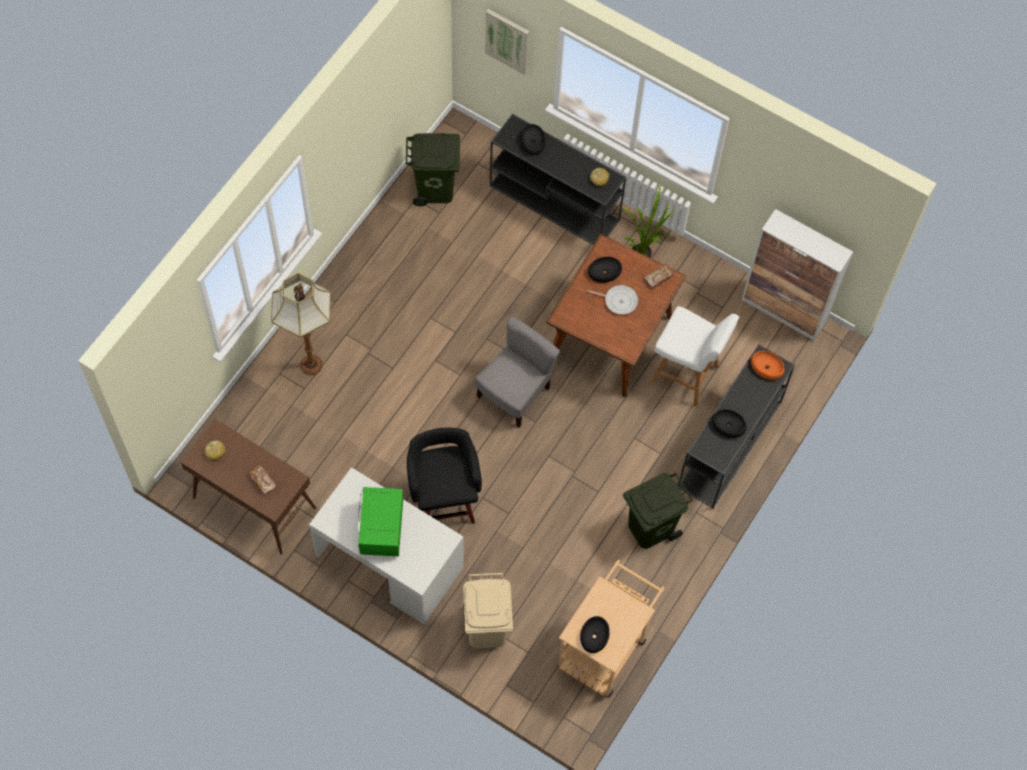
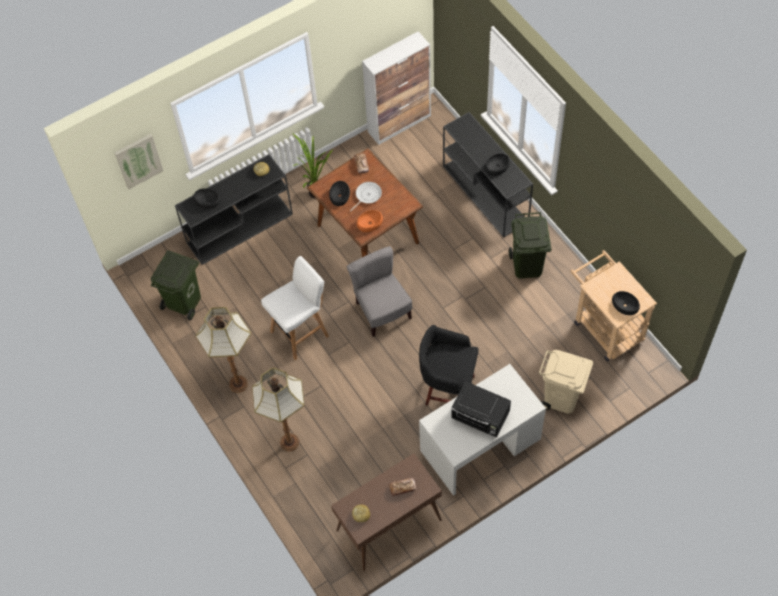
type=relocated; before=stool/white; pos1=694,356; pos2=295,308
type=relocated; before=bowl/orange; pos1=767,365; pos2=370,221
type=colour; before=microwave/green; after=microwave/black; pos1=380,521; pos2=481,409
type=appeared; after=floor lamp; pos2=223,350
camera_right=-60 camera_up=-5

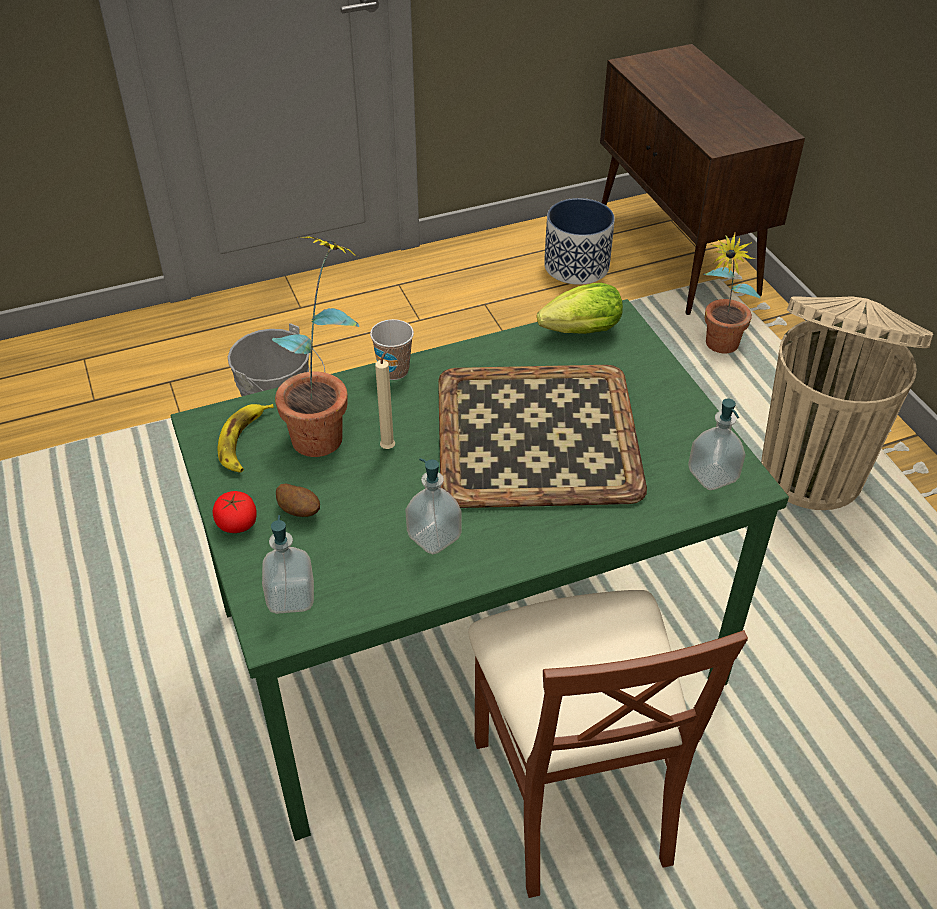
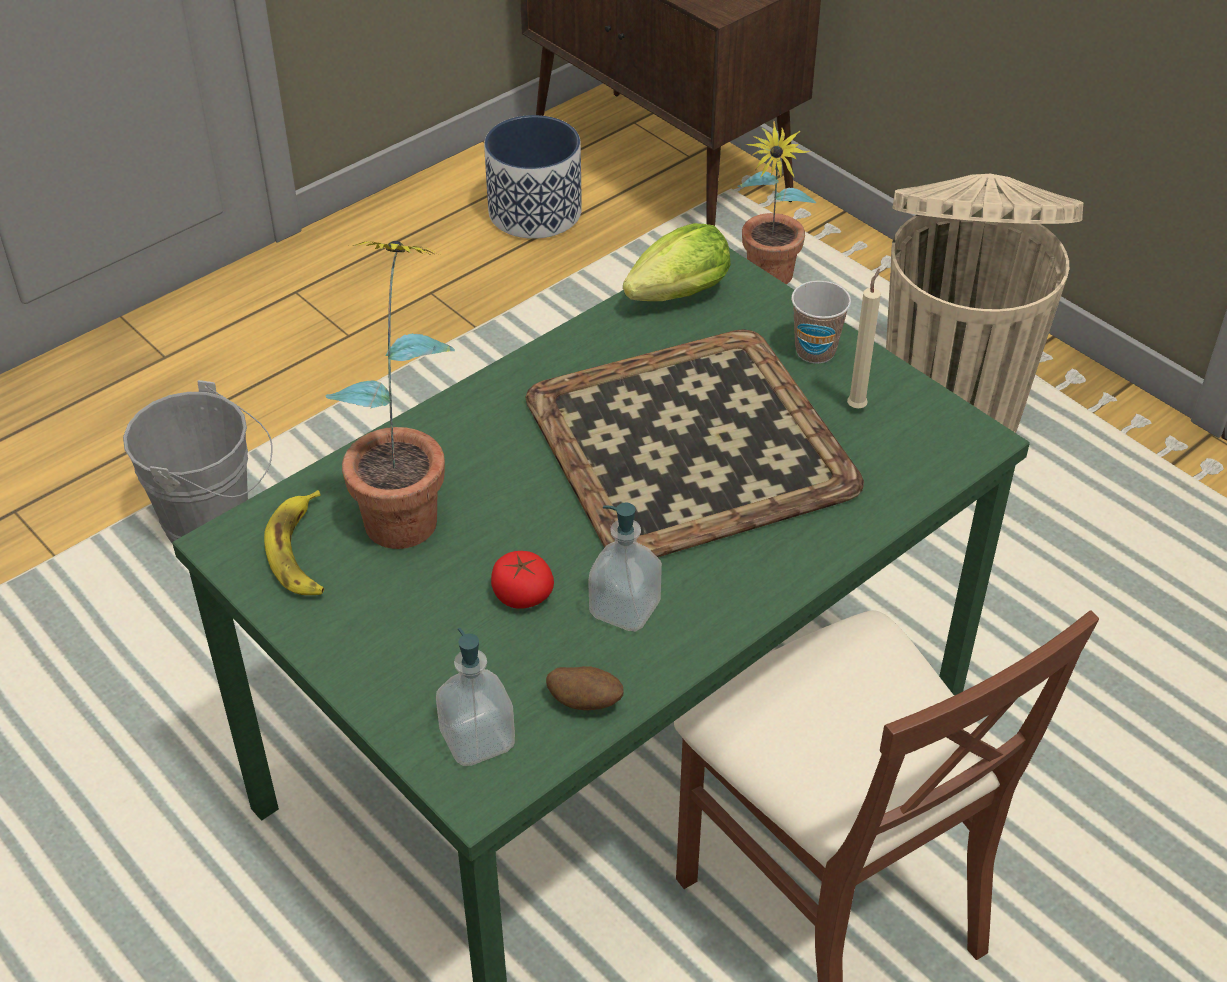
type=relocated; before=cup; pos1=392,349; pos2=821,322
type=relocated; before=candle/beige; pos1=385,398; pos2=864,338
type=missing; before=soap dispenser; pos1=716,444
type=relocated; before=potato; pos1=298,500; pos2=585,688
type=relocated; before=tomato; pos1=235,512; pos2=522,580
camera_right=-20 camera_up=0

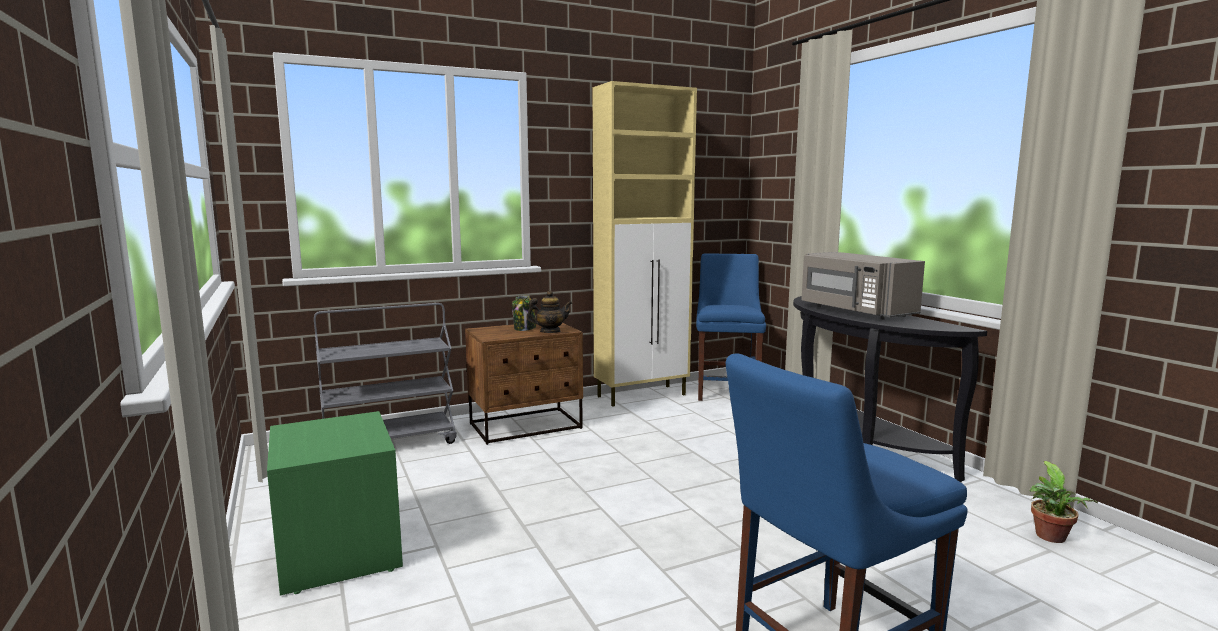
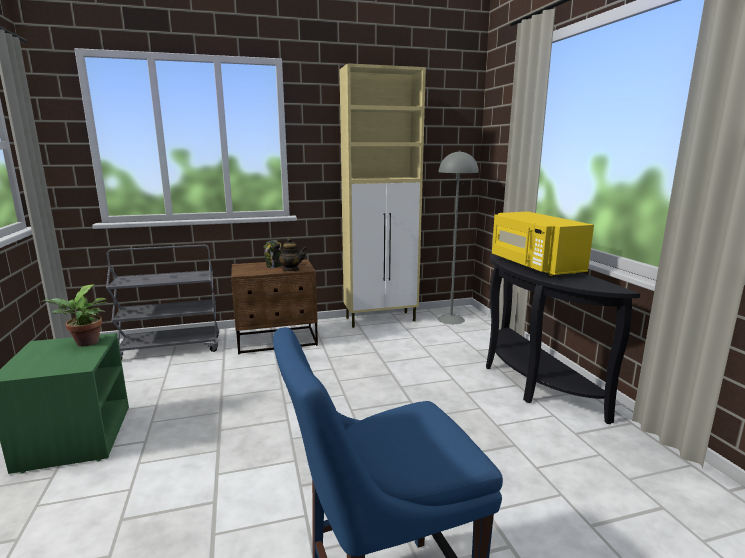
type=colour; before=microwave/grey; after=microwave/yellow; pos1=863,286; pos2=543,244
type=exchanged; before=chair/blue; after=floor lamp/grey; pos1=731,327; pos2=458,237
type=relocated; before=potted plant; pos1=1064,502; pos2=74,315
camera_right=10 camera_up=5

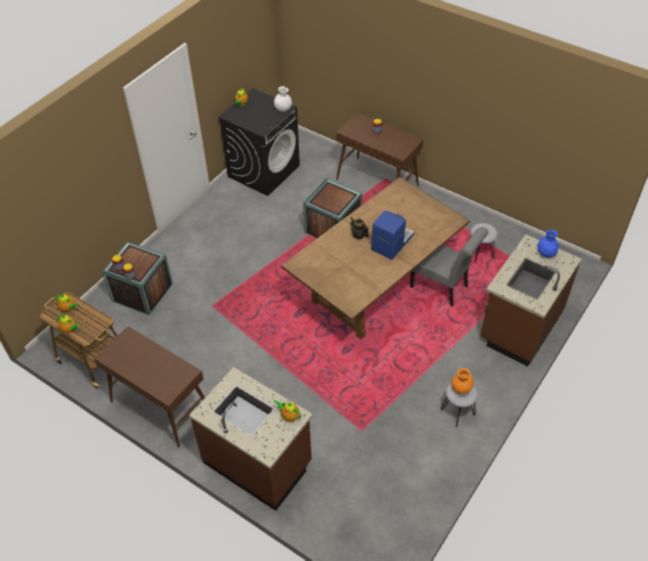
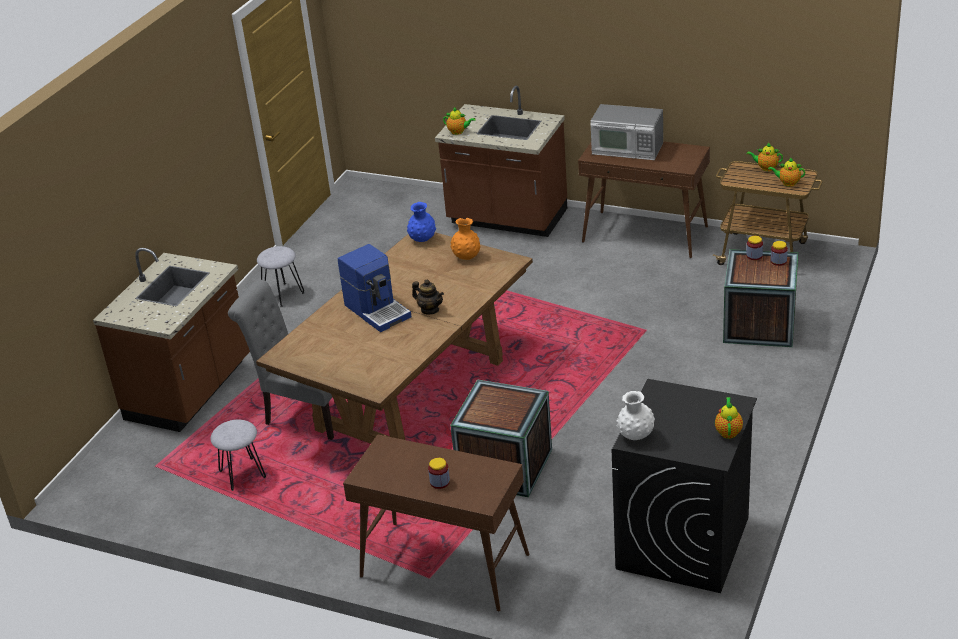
type=spun; before=coffee machine; pos1=392,235; pos2=375,288; turn=-60
type=relocated; before=vase/blue; pos1=548,243; pos2=421,222
type=relocated; before=vase/orange; pos1=462,381; pos2=465,239
type=appeared; after=microwave; pos2=626,132
camera_right=170 camera_up=-15

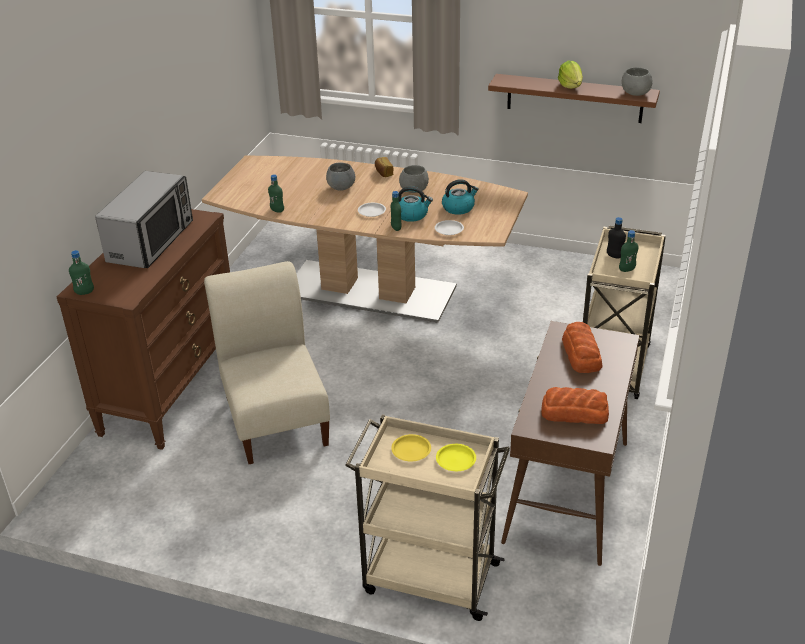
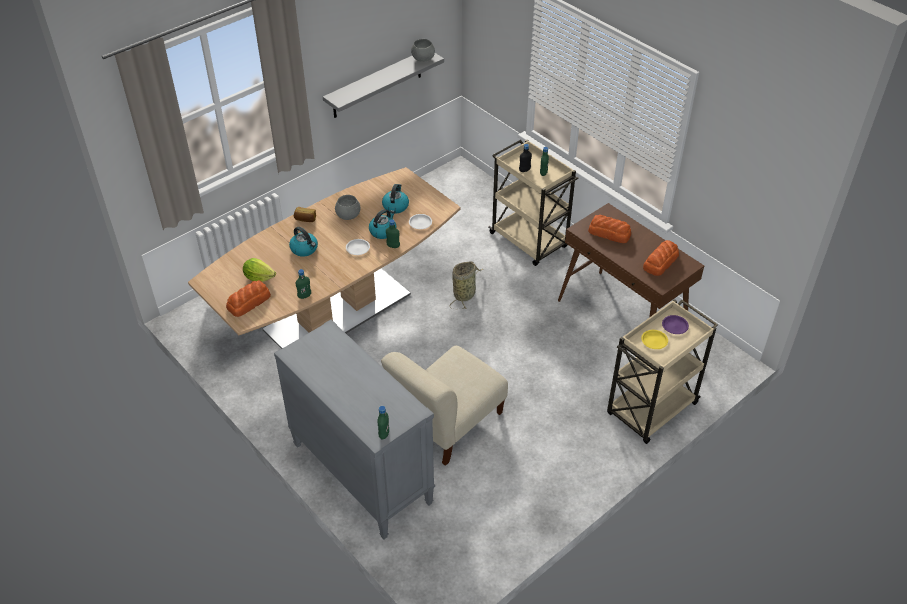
type=relocated; before=lettuce; pos1=570,75; pos2=259,270
type=colour; before=shelf/brown; after=shelf/grey; pos1=574,98; pos2=383,85
type=exchanged; before=bowl/grey; after=kettle; pos1=340,177; pos2=303,242
type=missing; before=microwave; pos1=144,219
type=colour; before=dresser/brown; after=dresser/grey; pos1=143,329; pos2=354,429
type=spun; before=chair/beige; pos1=267,362; pos2=444,405; turn=-60
type=colour; before=plate/yellow; after=plate/purple; pos1=456,457; pos2=675,324
type=appeared; after=basket; pos2=466,285
type=appeared; after=bread; pos2=248,298
camera_right=-60 camera_up=10

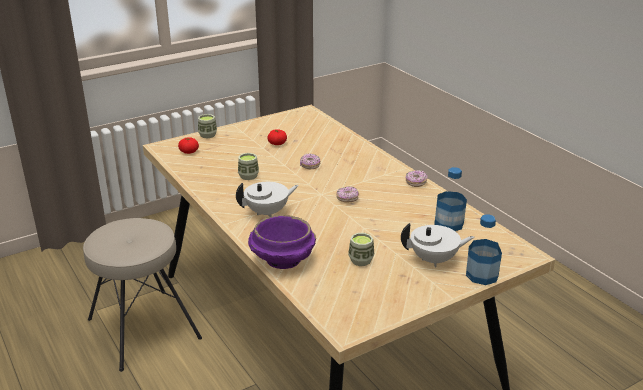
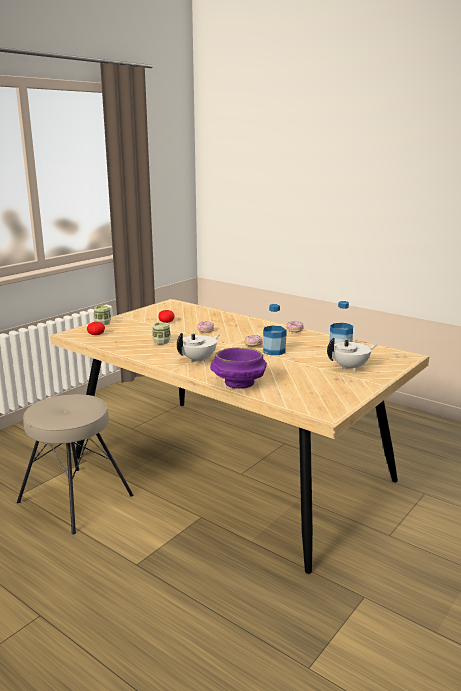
type=relocated; before=bottle; pos1=484,249; pos2=275,329
type=missing; before=cup; pos1=361,249
camera_right=-20 camera_up=-10

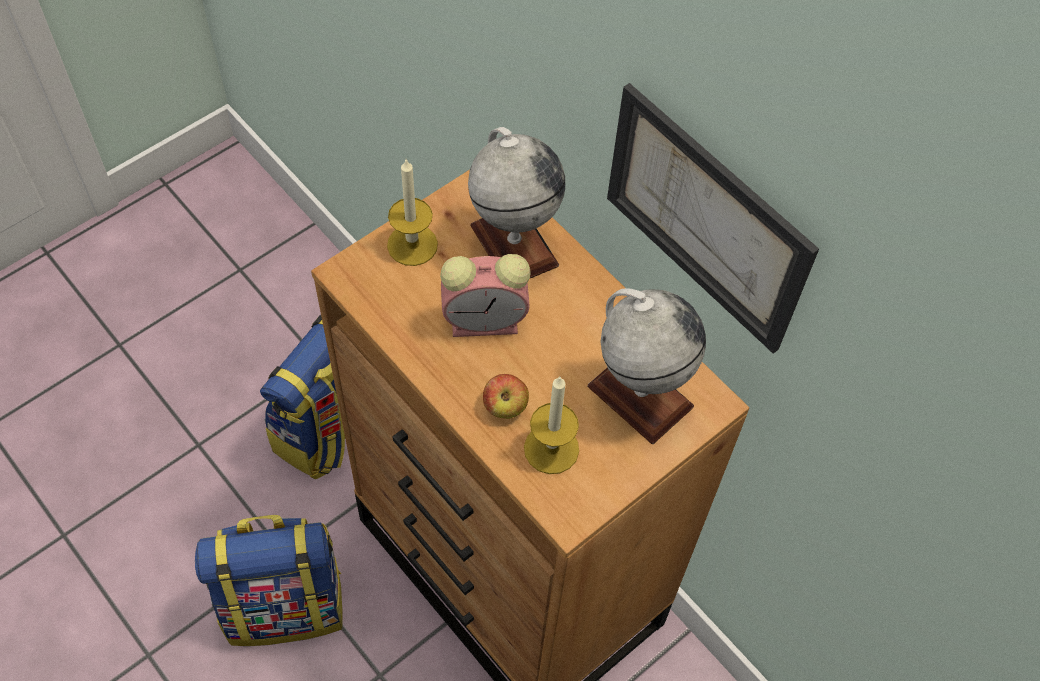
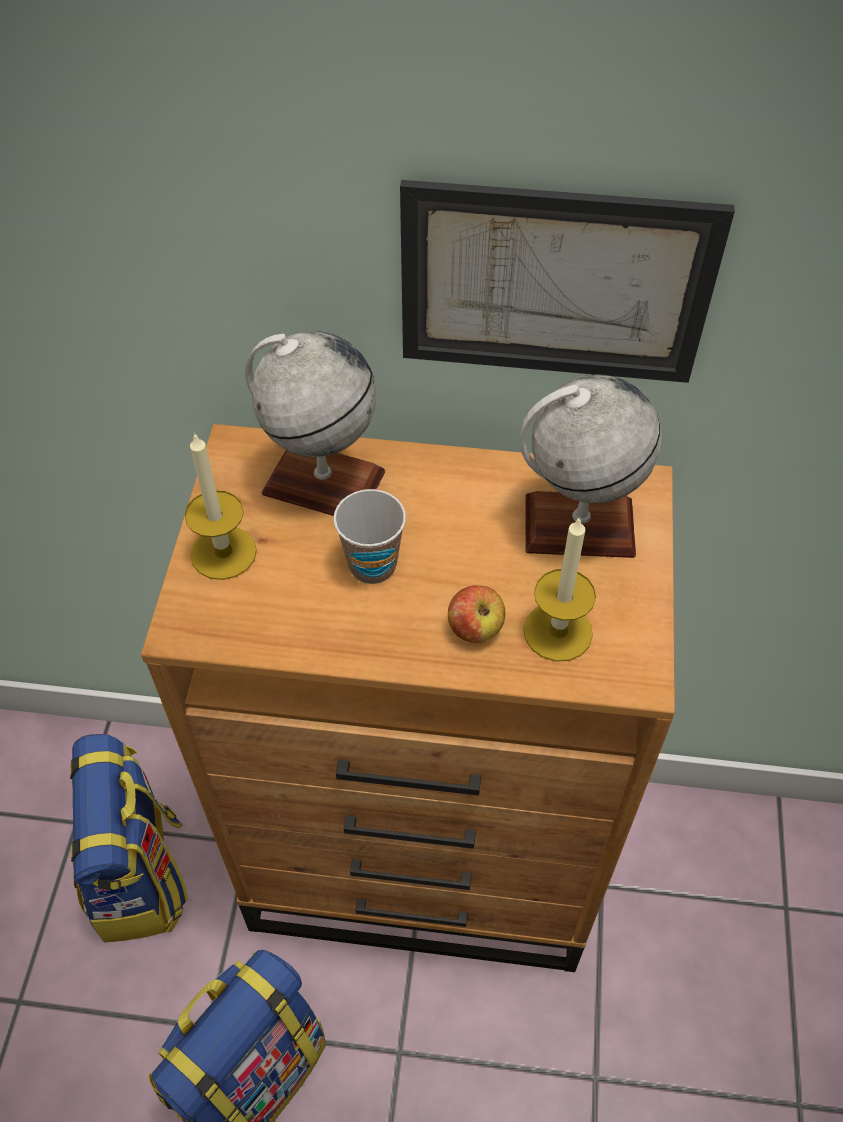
type=exchanged; before=alarm clock; after=cup; pos1=485,295; pos2=369,536
camera_right=-40 camera_up=-5

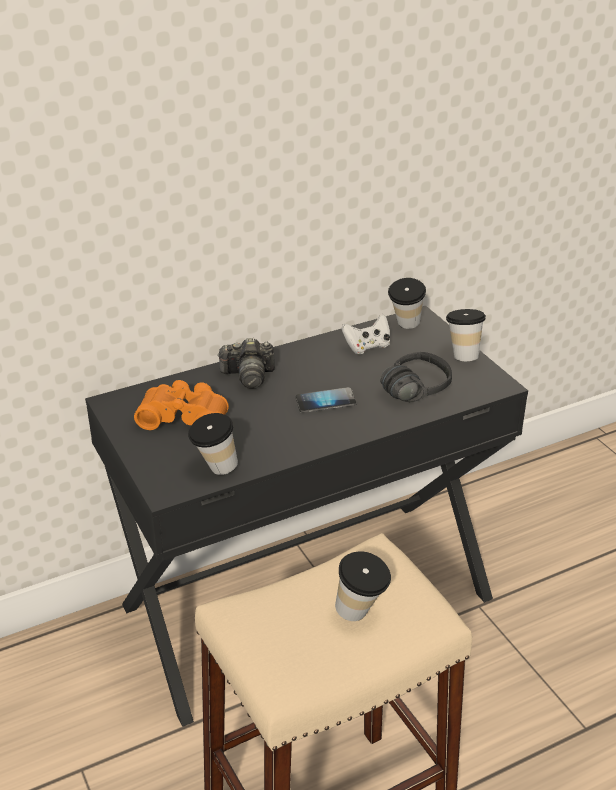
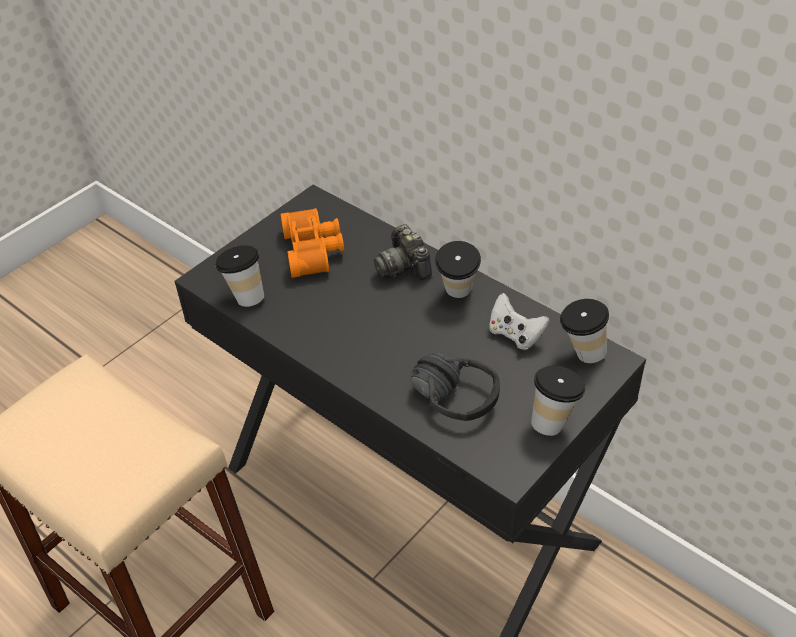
type=missing; before=phone; pos1=326,400
type=relocated; before=cup; pos1=363,586; pos2=458,269
camera_right=70 camera_up=10

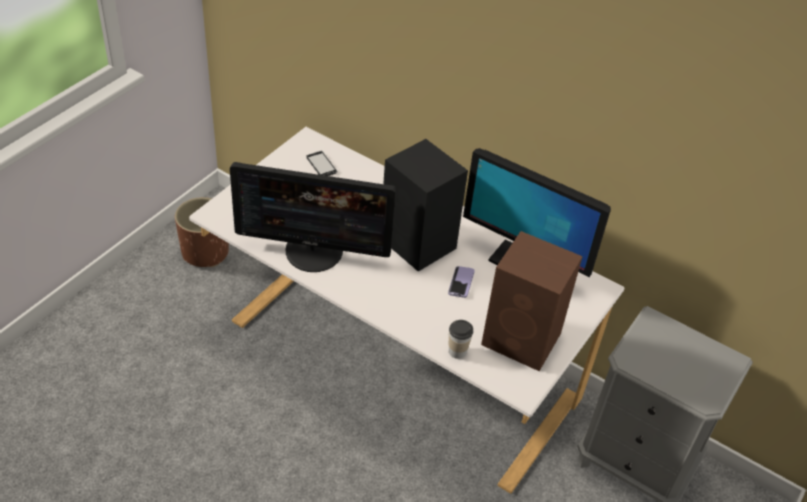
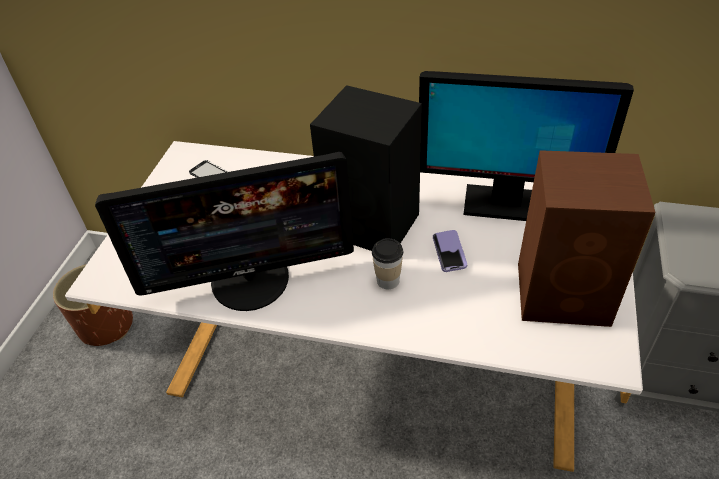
type=relocated; before=cup; pos1=461,339; pos2=387,263
camera_right=-15 camera_up=0

